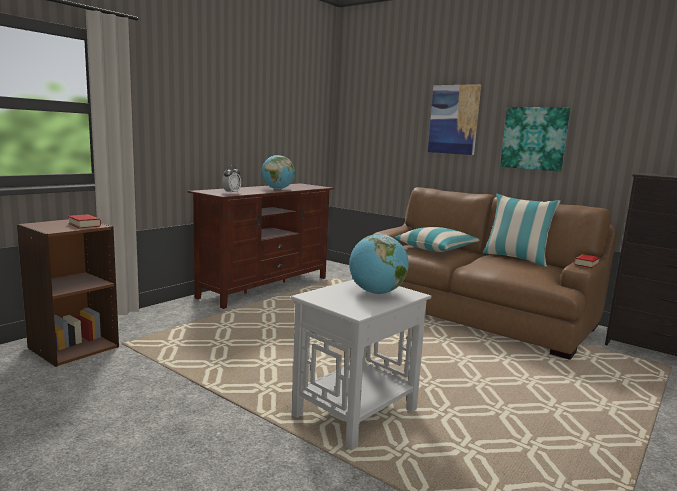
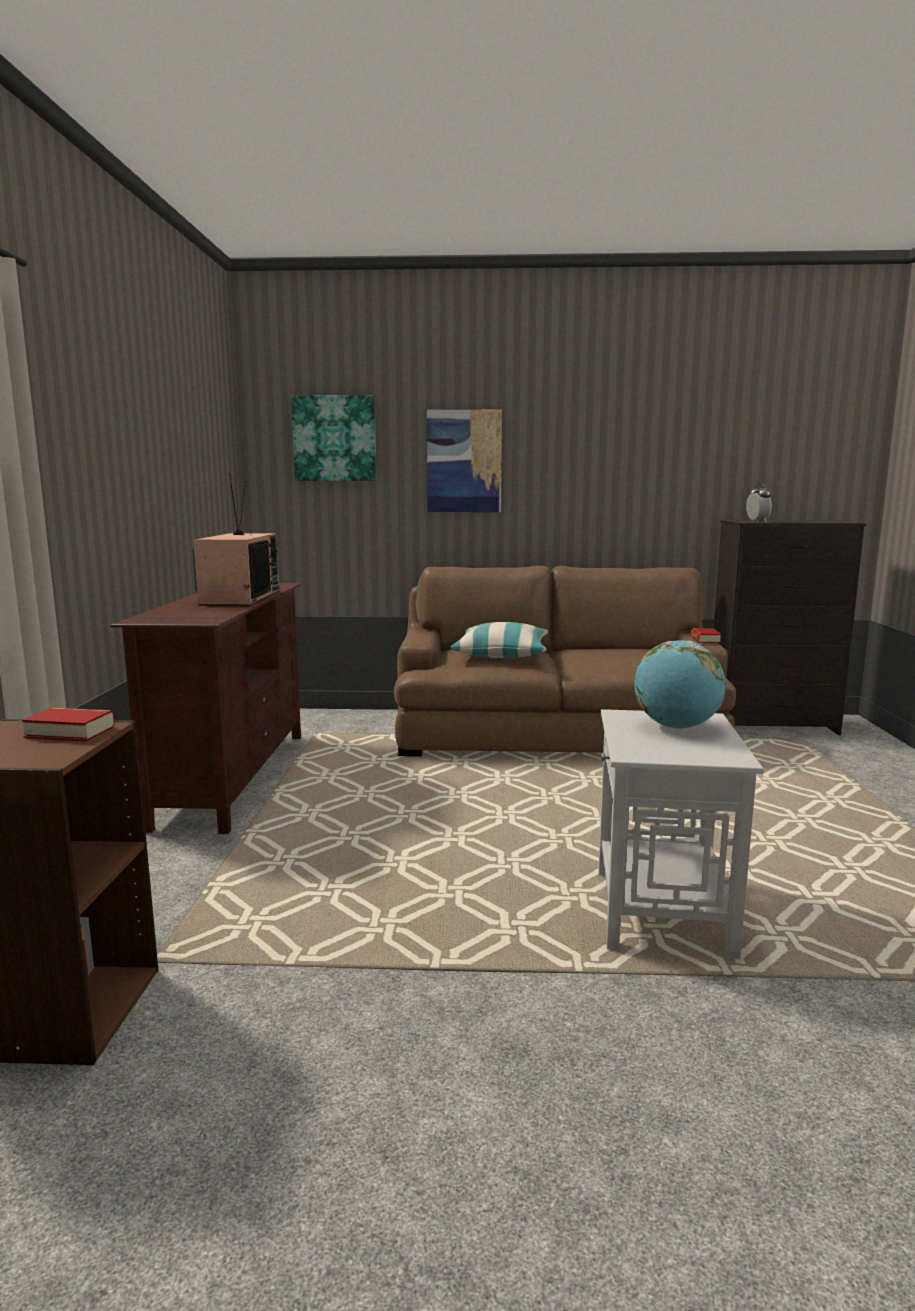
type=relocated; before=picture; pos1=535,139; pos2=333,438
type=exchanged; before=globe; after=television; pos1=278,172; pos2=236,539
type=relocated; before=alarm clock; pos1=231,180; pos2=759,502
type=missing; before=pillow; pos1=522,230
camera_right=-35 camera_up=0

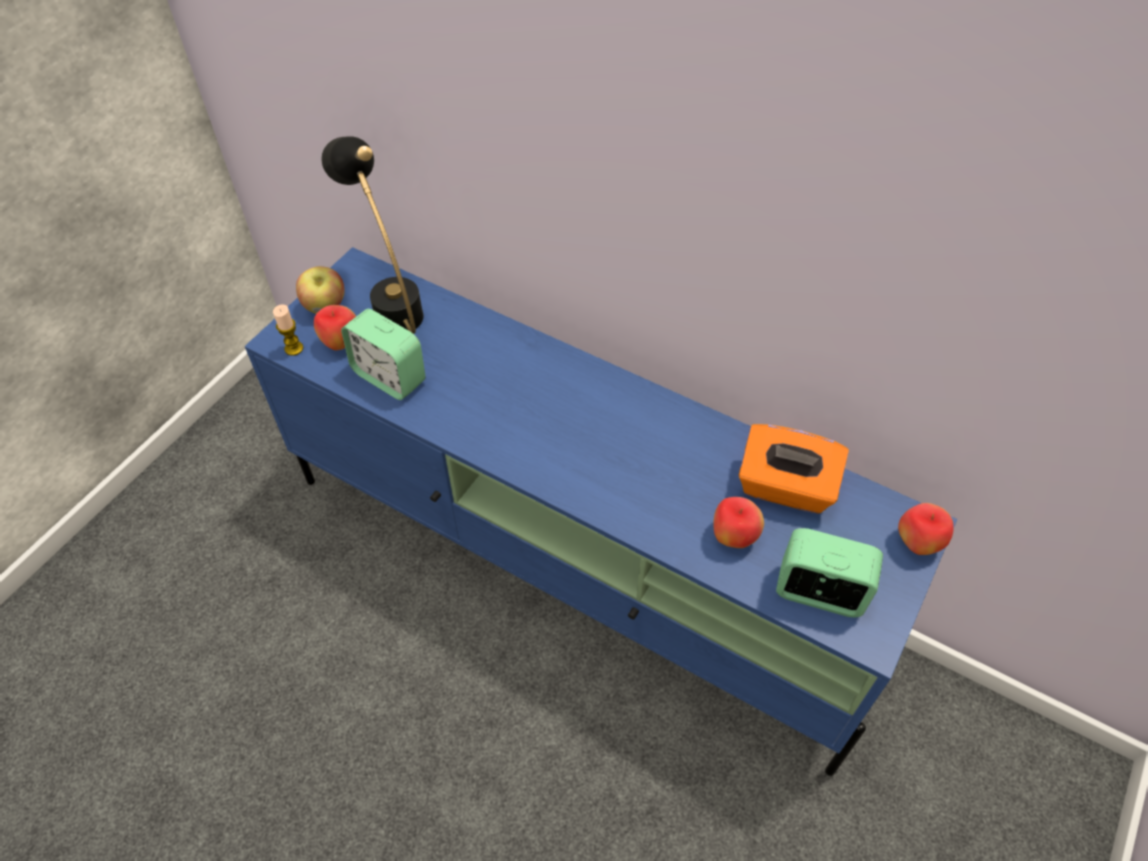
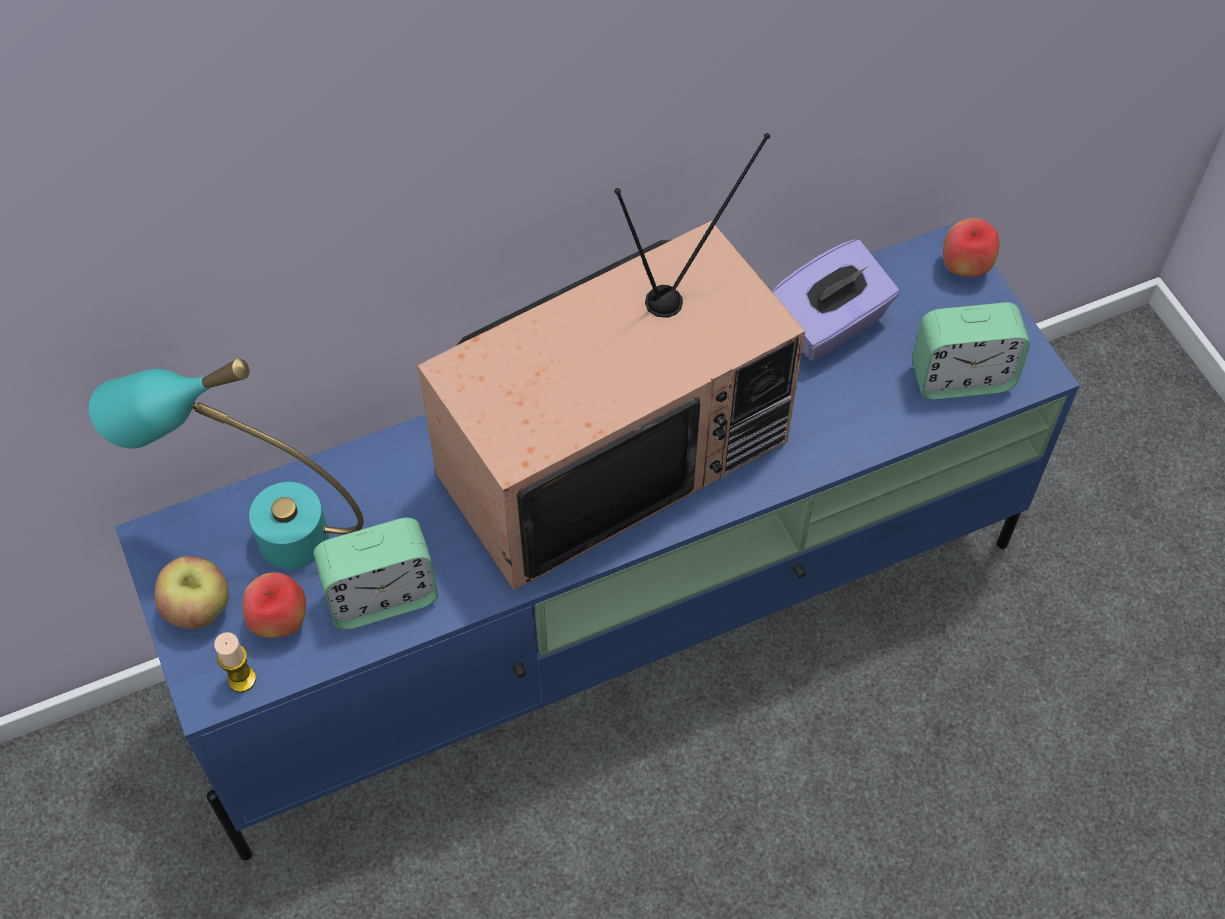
type=colour; before=table lamp/black; after=table lamp/turquoise; pos1=372,235; pos2=226,463
type=colour; before=tissue box/orange; after=tissue box/purple; pos1=794,468; pos2=835,300
type=missing; before=apple; pos1=738,522
type=spun; before=alarm clock; pos1=829,572; pos2=971,351; turn=-150
type=appeared; after=television; pos2=611,362
camera_right=-55 camera_up=5

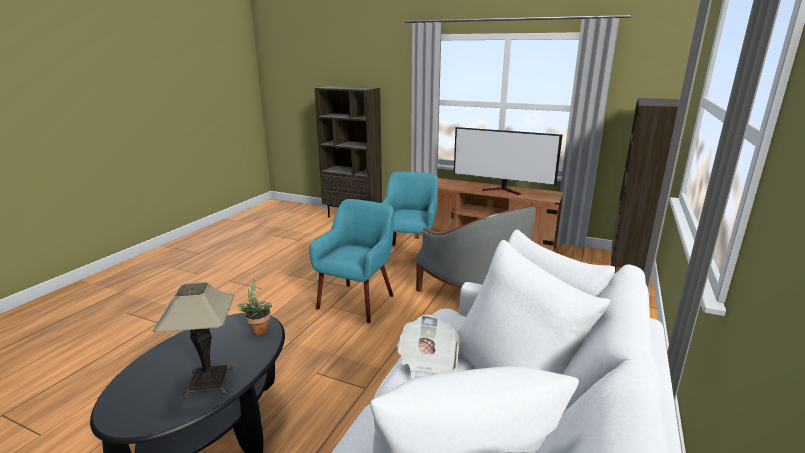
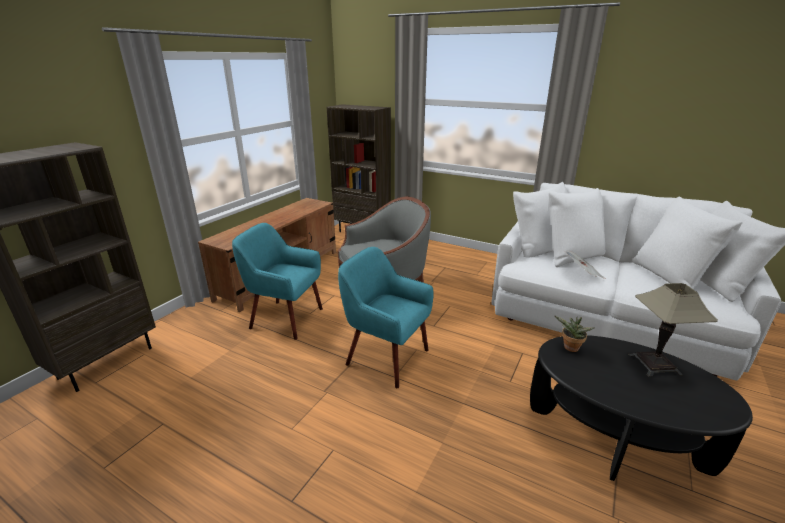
type=missing; before=television; pos1=508,161
camera_right=-85 camera_up=5

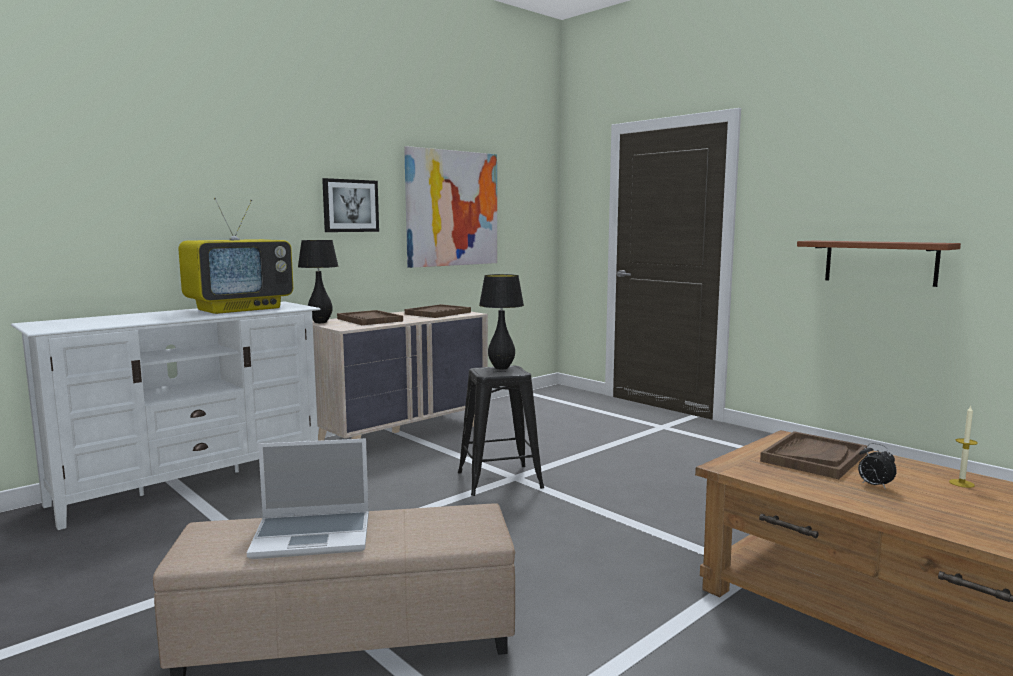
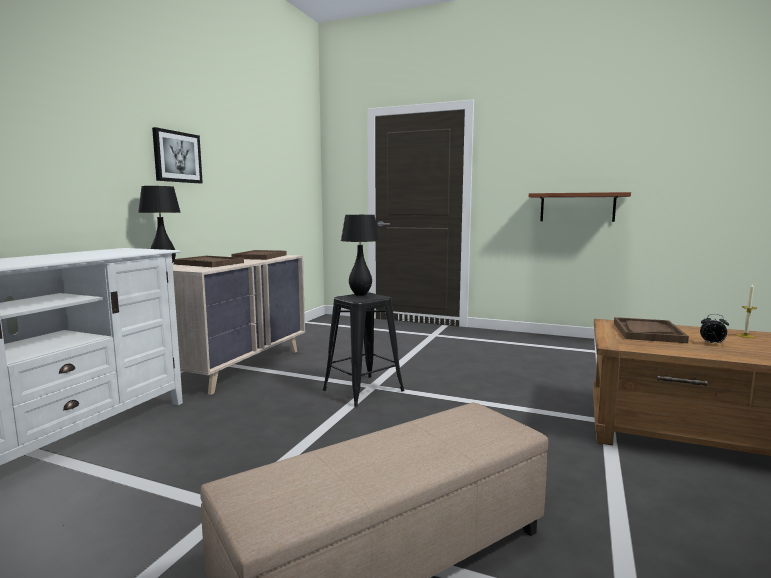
type=missing; before=picture; pos1=450,207
type=missing; before=television; pos1=235,256
type=missing; before=laptop; pos1=308,499
camera_right=-25 camera_up=0

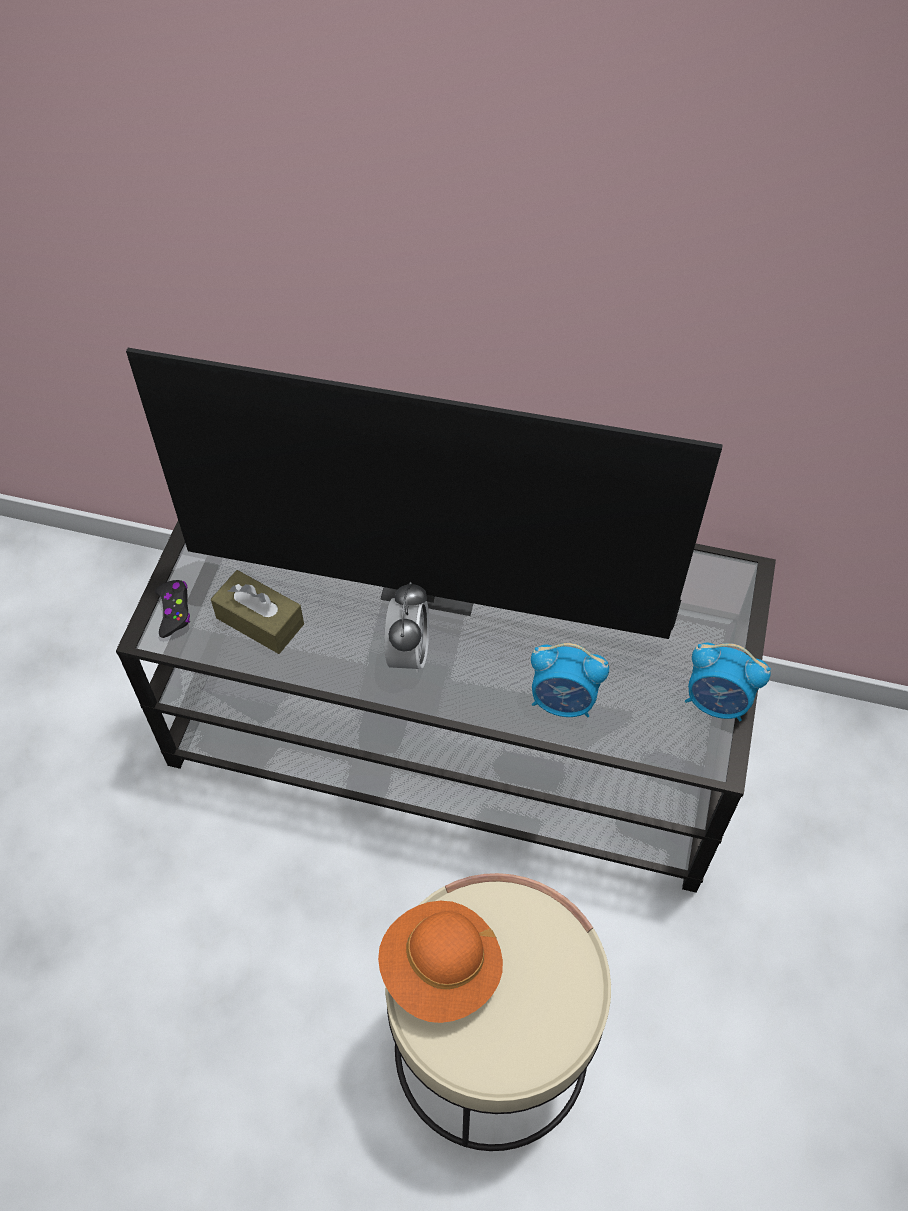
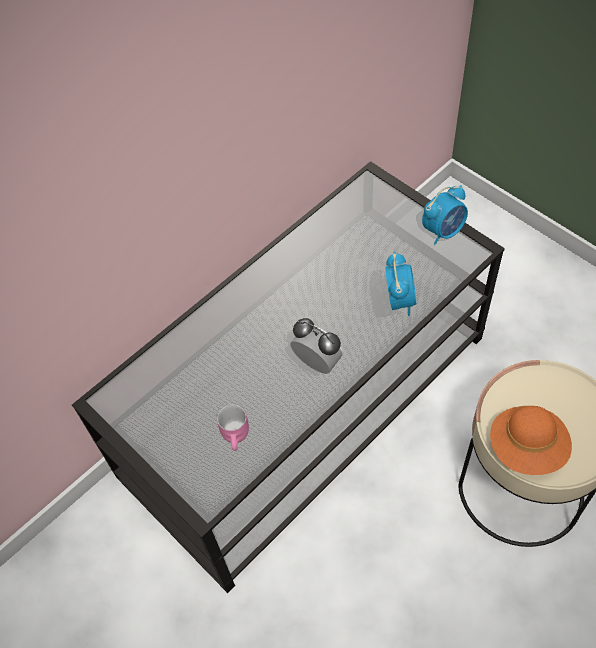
type=missing; before=television; pos1=424,493
type=exchanged; before=tissue box/brown; after=mug/pink; pos1=257,612; pos2=233,427
type=missing; before=game controller/black; pos1=172,609
type=spun; before=alarm clock; pos1=570,680; pos2=401,284; turn=-45
camera_right=-55 camera_up=0

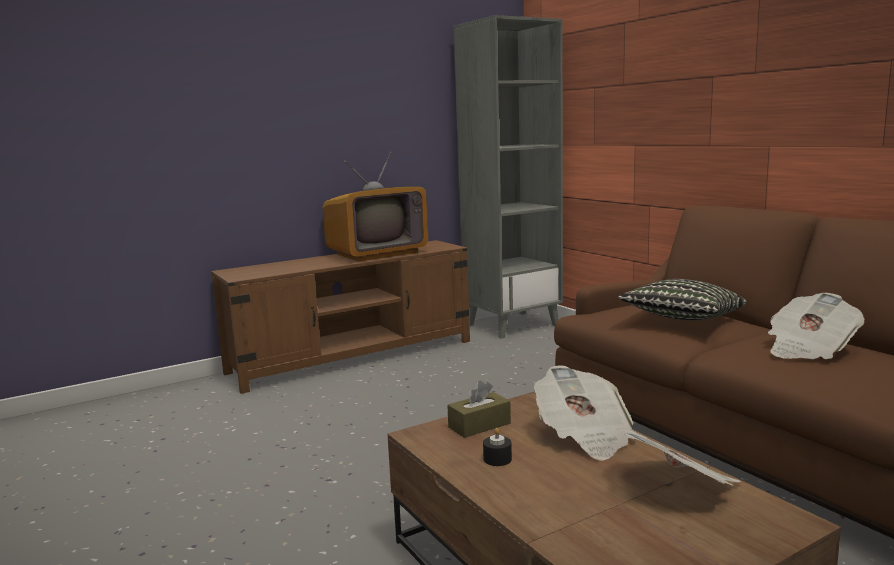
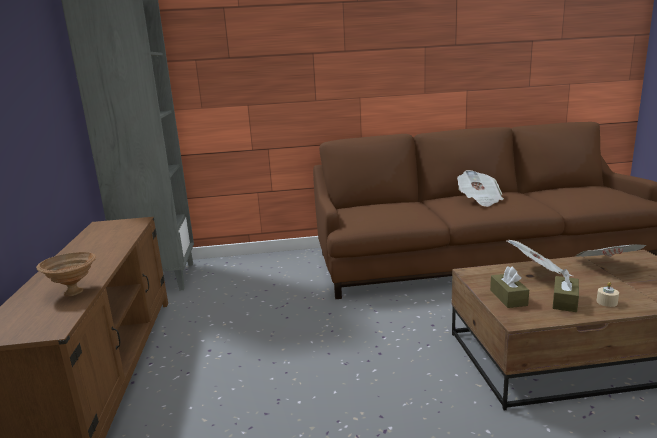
type=missing; before=television; pos1=375,207
type=missing; before=pillow; pos1=682,300
type=exchanged; before=candle/black; after=tissue box/brown; pos1=497,447; pos2=566,290
type=appeared; after=bowl/brown; pos2=66,274
type=appeared; after=candle/beige; pos2=607,294
camera_right=-65 camera_up=5

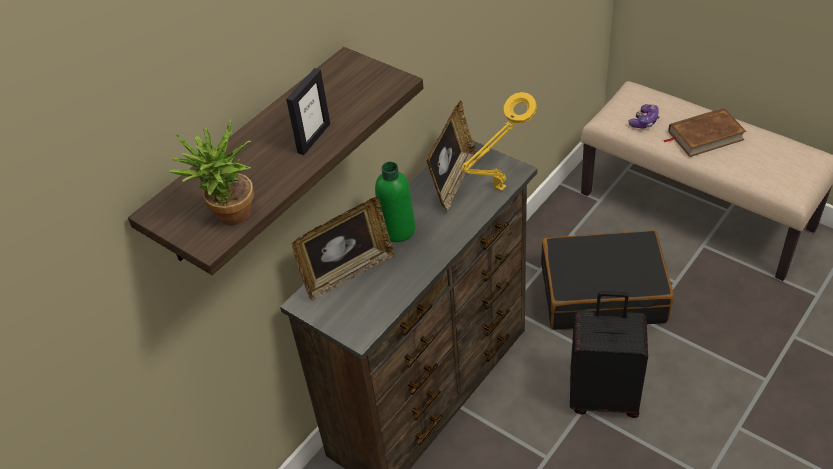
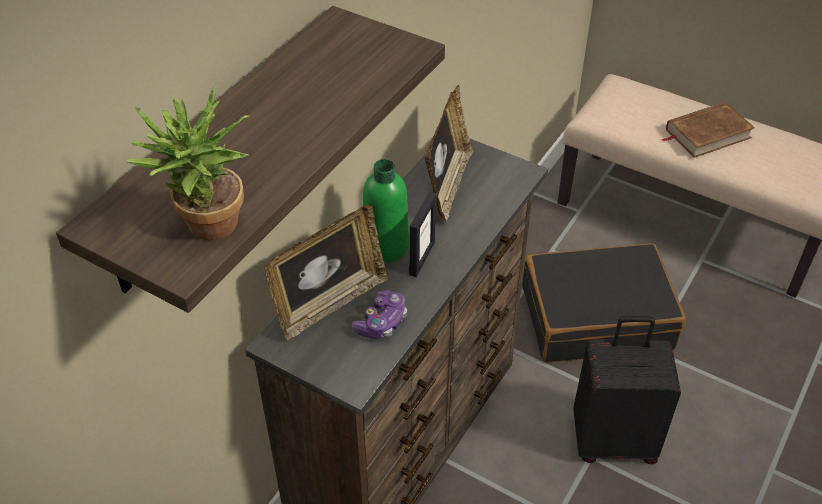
type=relocated; before=picture frame; pos1=308,111; pos2=422,234
type=missing; before=table lamp/yellow; pos1=498,141
type=relocated; before=game controller; pos1=644,116; pos2=379,314
camera_right=-10 camera_up=0

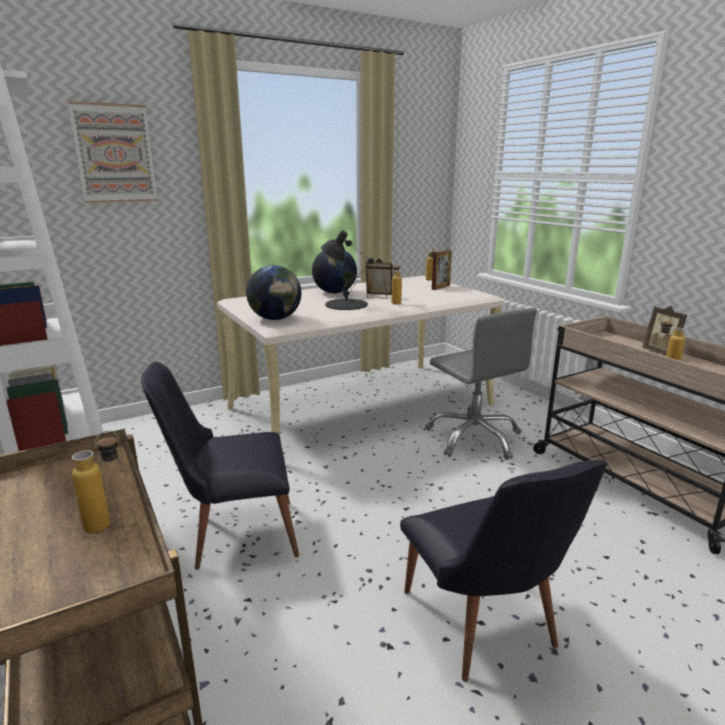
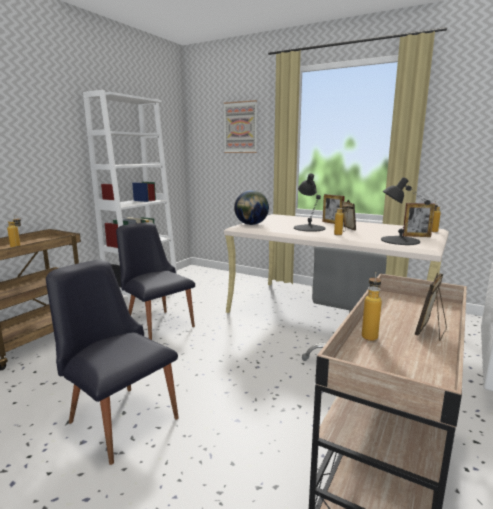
type=exchanged; before=globe; after=picture frame; pos1=334,272; pos2=334,209
type=spun; before=chair/black; pos1=503,571; pos2=112,362; turn=90
type=appeared; after=table lamp/black; pos2=406,211
camera_right=60 camera_up=-5

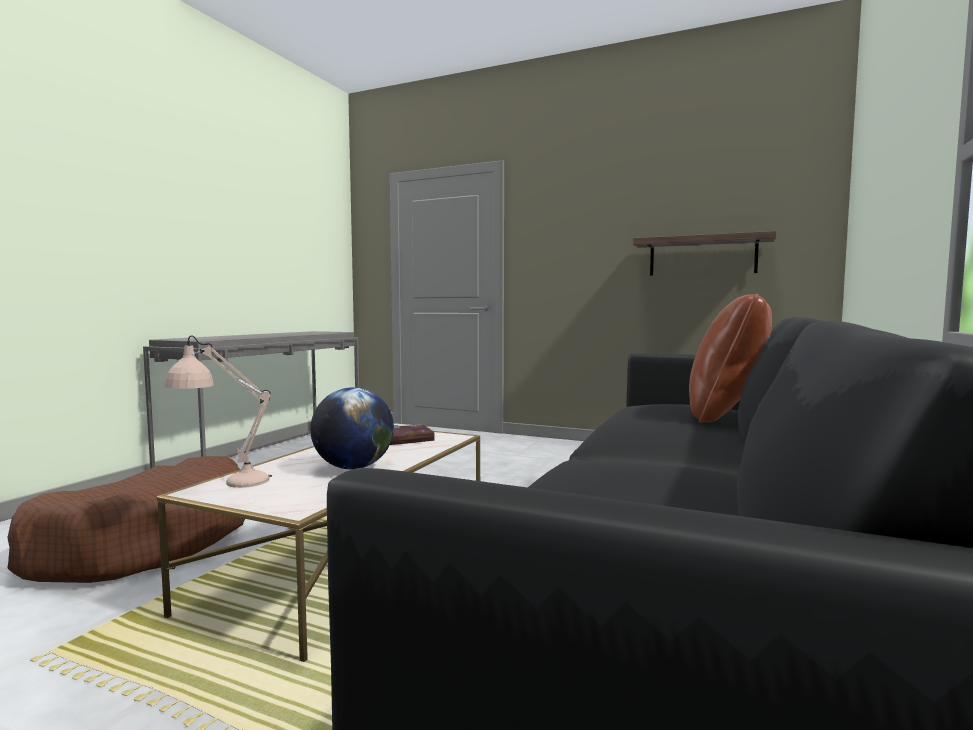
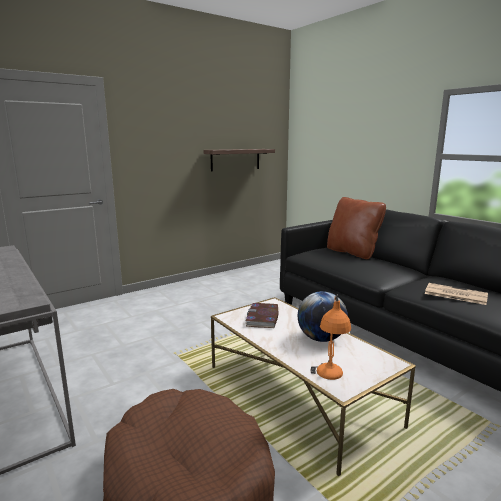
type=colour; before=table lamp/beige; after=table lamp/orange; pos1=218,411; pos2=331,336
type=appeared; after=newspaper; pos2=456,294
camera_right=-60 camera_up=10

